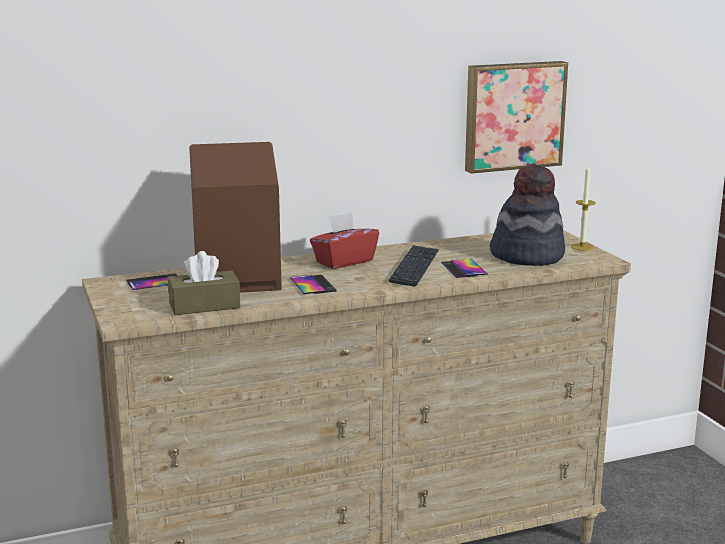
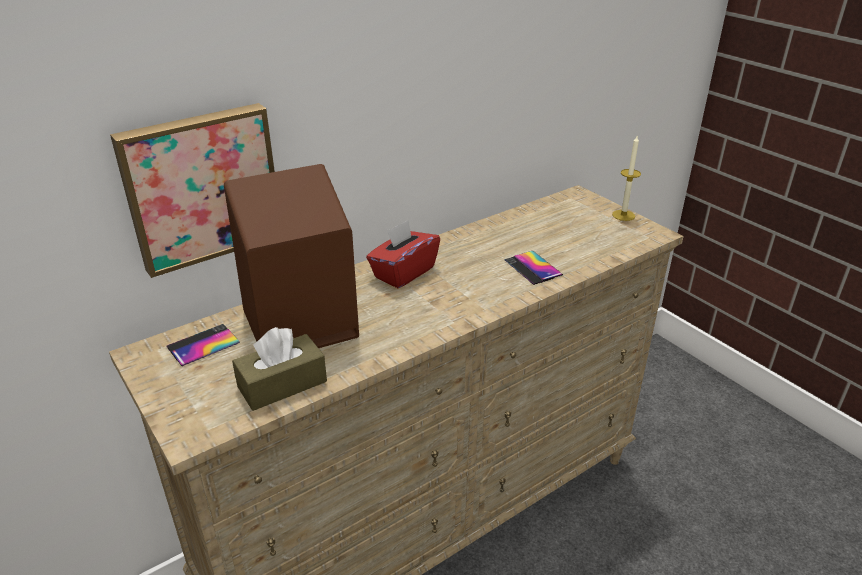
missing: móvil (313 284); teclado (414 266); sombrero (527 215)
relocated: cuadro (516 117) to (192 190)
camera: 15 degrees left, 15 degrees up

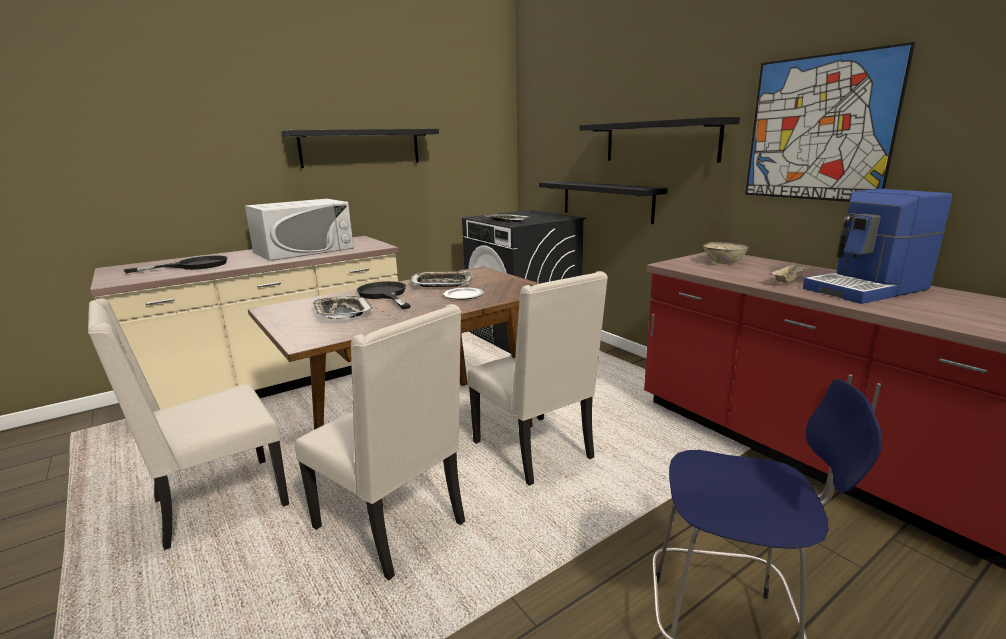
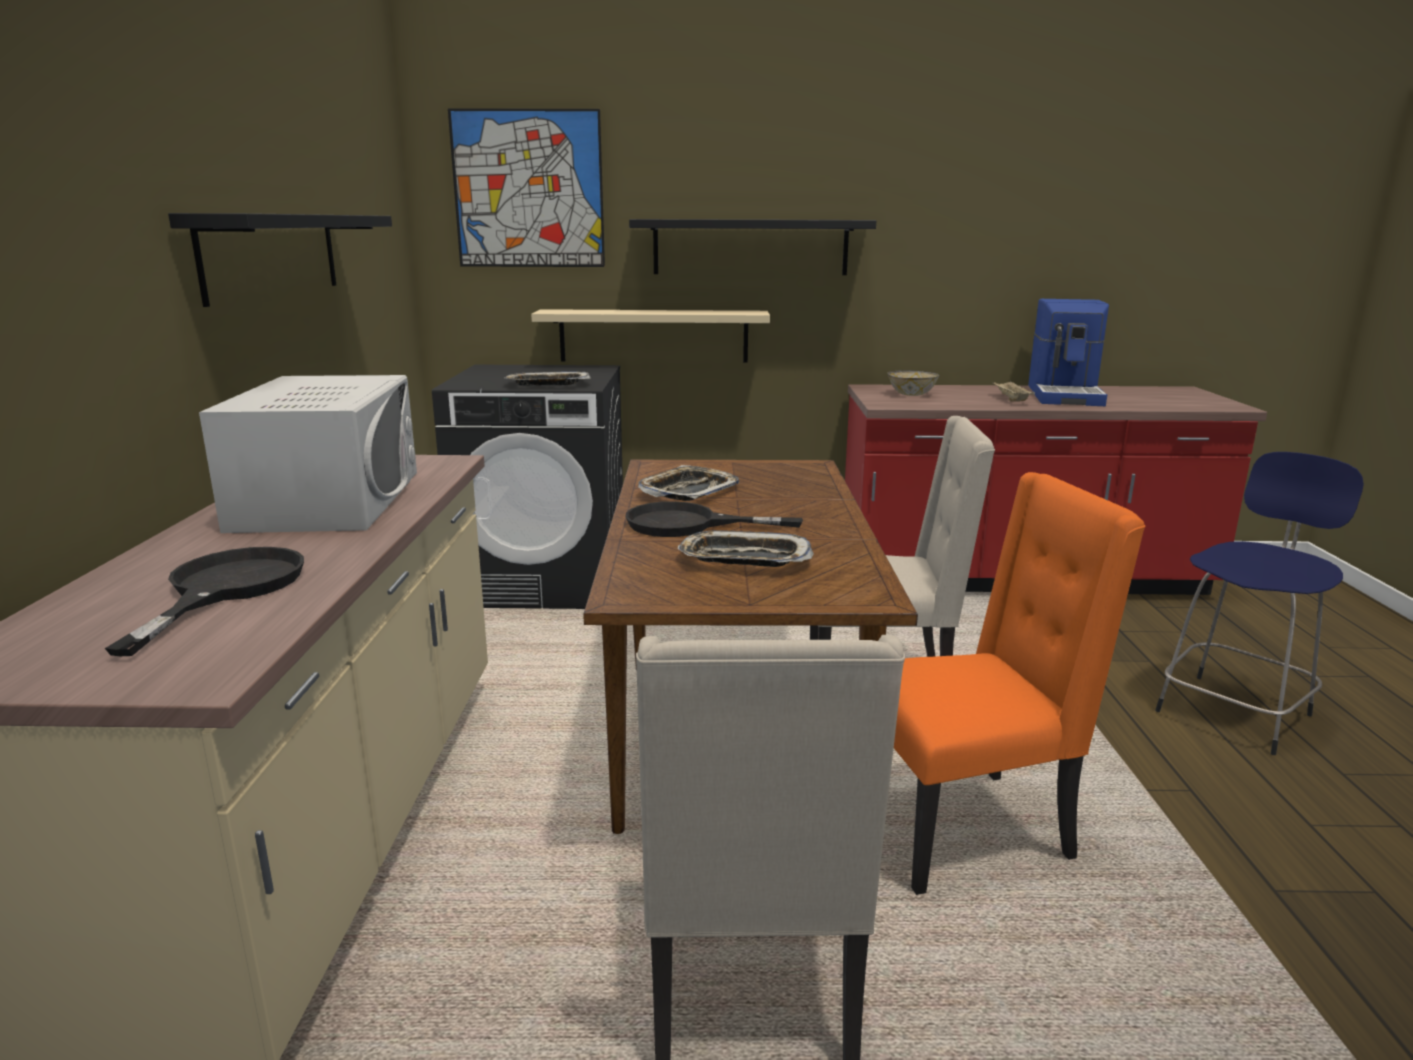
missing: plato (463 294)
relocated: cuadro (830 122) to (526 187)
colour: estante (negro) (603 202) to estante (beis) (650 336); silla (beis) (380 442) to silla (naranja) (1019 683)
camera: 55 degrees left, 0 degrees up

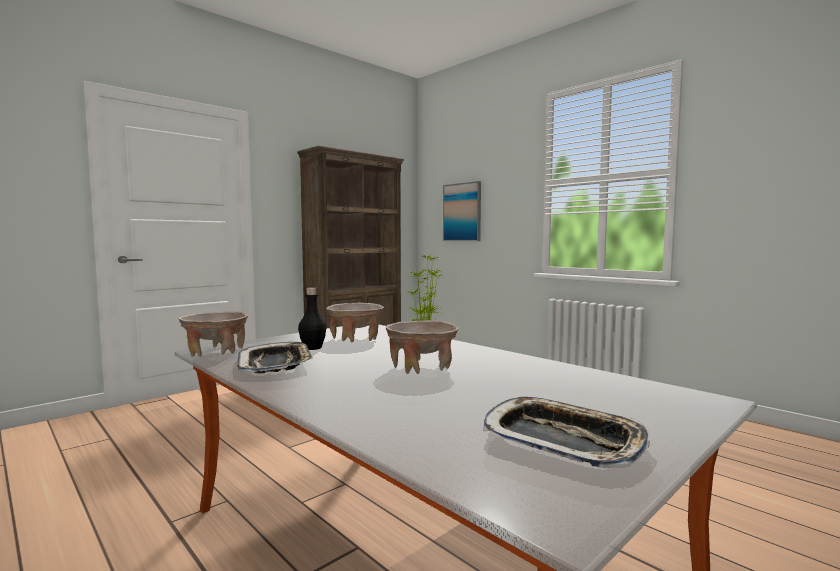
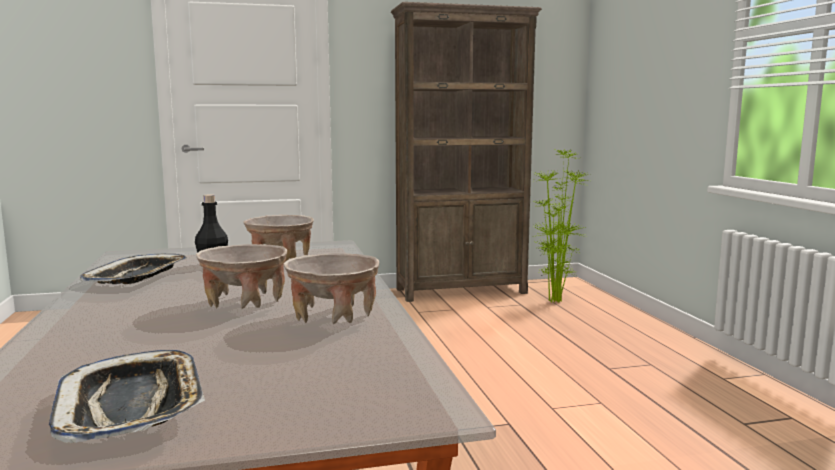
missing: cuadro (462 211)
relocated: cuenco (beis) (213 334) to (331 288)
camera: 30 degrees right, 5 degrees up

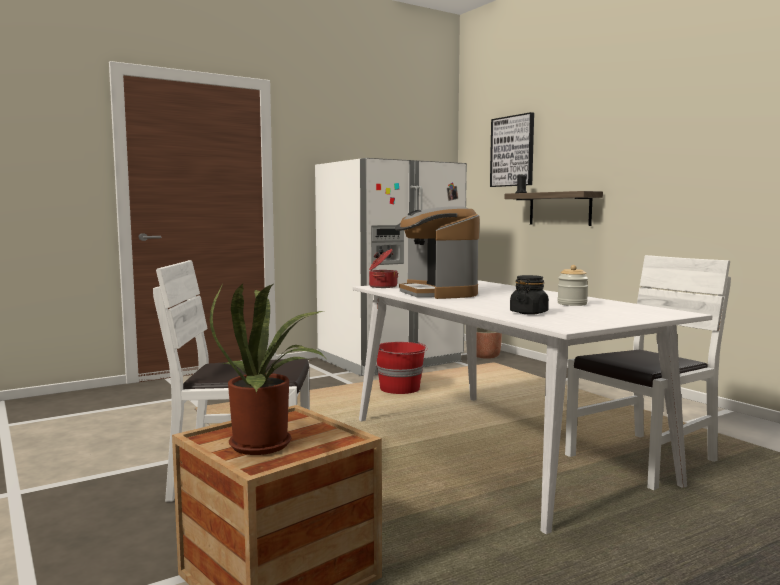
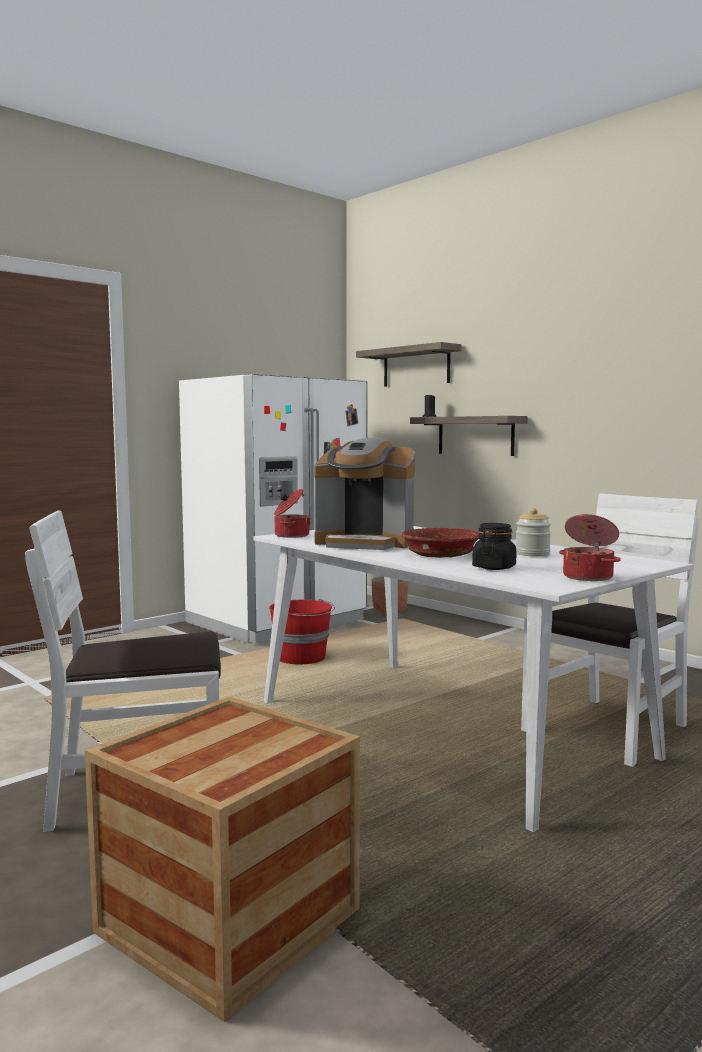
missing: planta en maceta (268 369)
appeared: cuenco (rojo) (440 543); olla (590 547)
exchanged: cuadro (512 149) to estante (408 364)
spun: cafetera (437 252) = (364 494) 45 degrees counterclockwise
camera: 10 degrees left, 0 degrees up

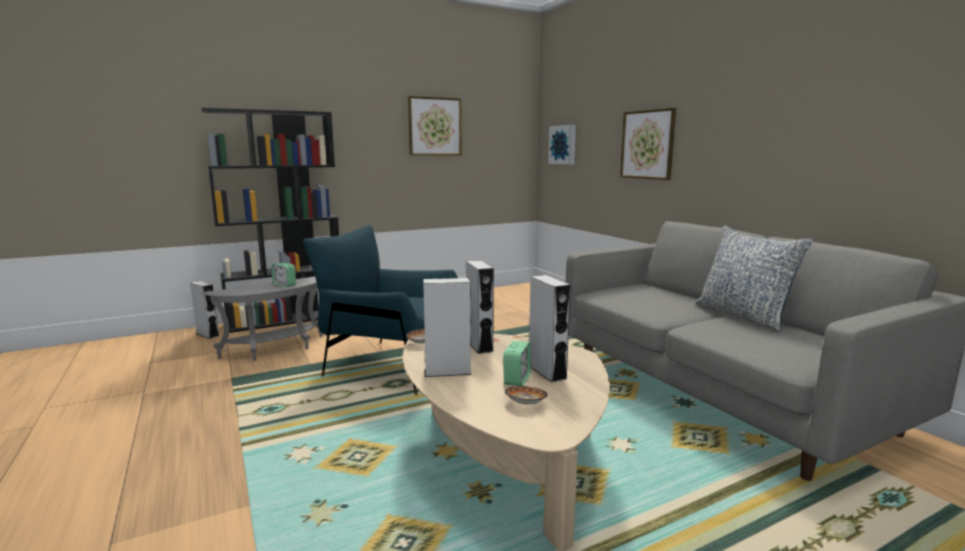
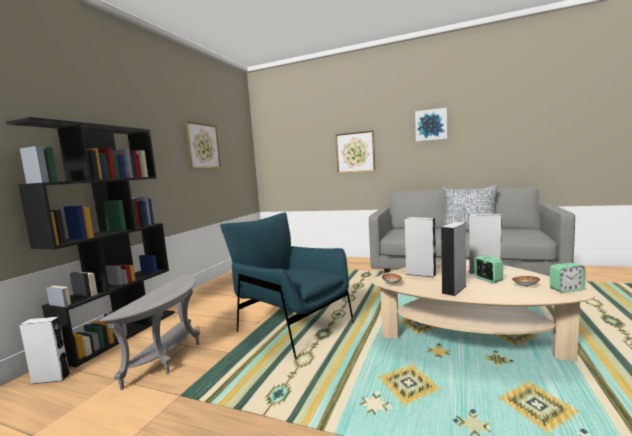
relocated: cuadro (562 145) to (431 124); despertador (283 275) to (567 278)
spun: sillón (azul) (380 310) = (287 286) 60 degrees clockwise
camera: 40 degrees left, 5 degrees down

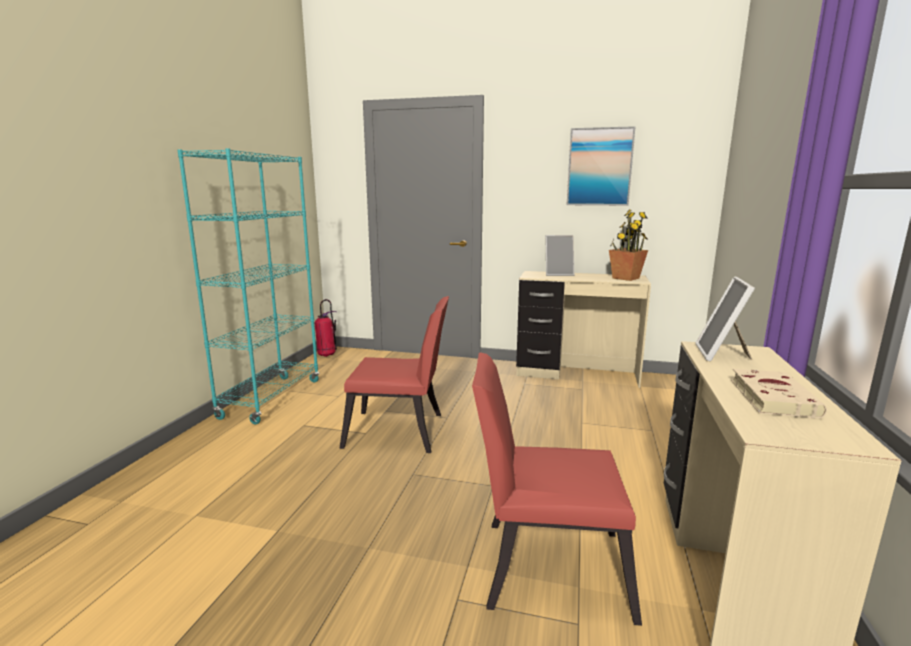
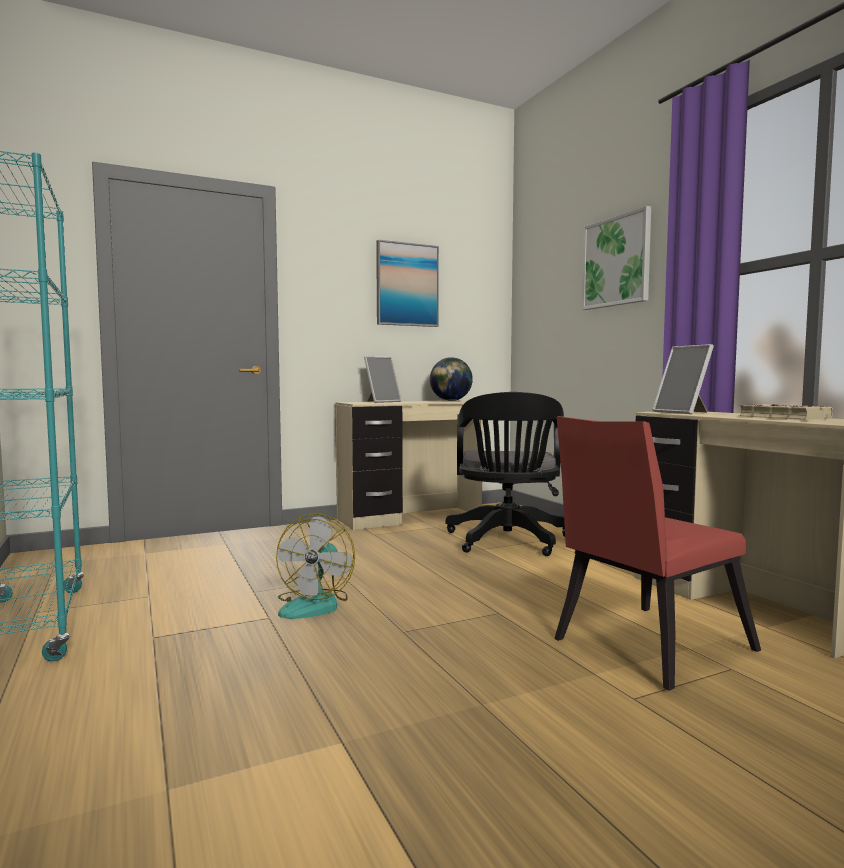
missing: extintor (326 328)
appeared: silla de oficina (negro) (505 474); cuadro (616 258)
exchanged: silla (rojo) (394 374) to ventilador (315 566); planta en maceta (628 245) to globo terráqueo (451 379)
camera: 40 degrees left, 10 degrees down

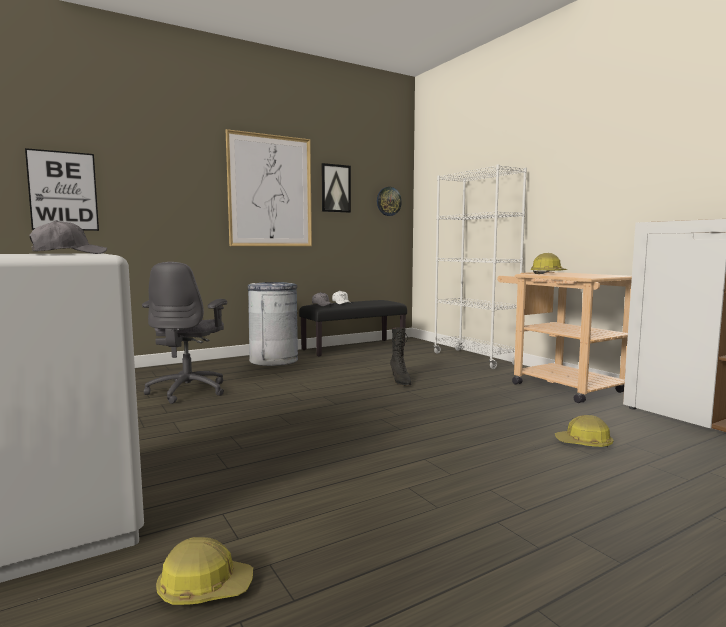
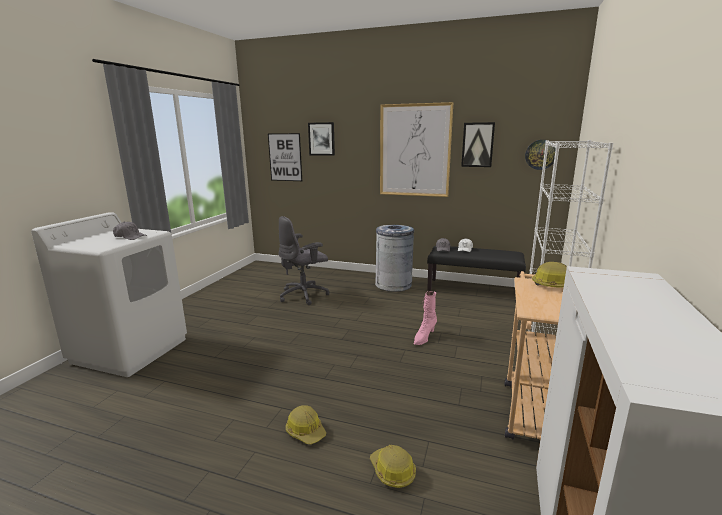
appeared: cuadro (321 139)
relocated: casco (204 571) to (306 424)
colour: bota (negro) (401 356) to bota (rosa) (425 318)
camera: 50 degrees right, 10 degrees up

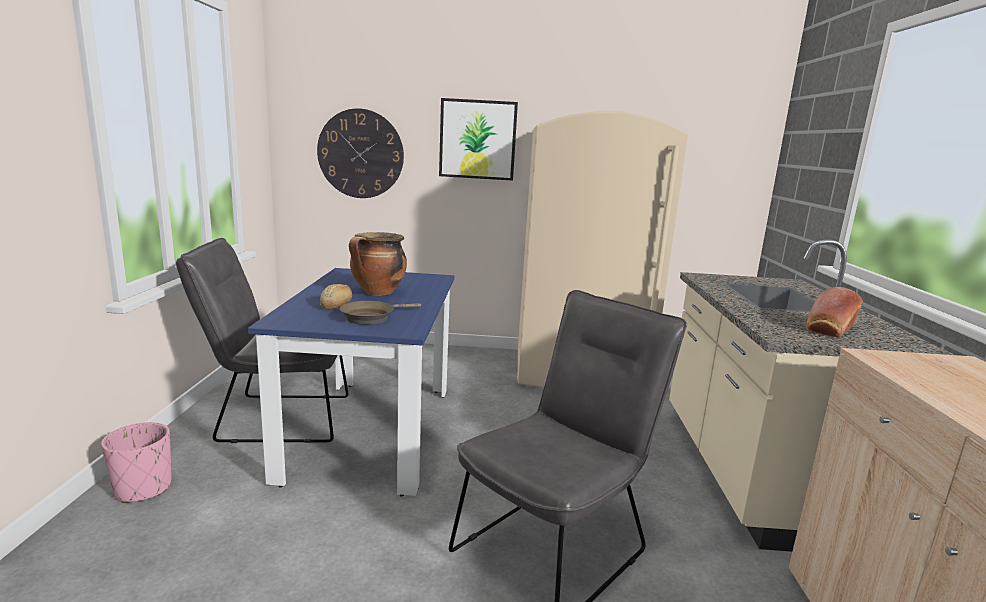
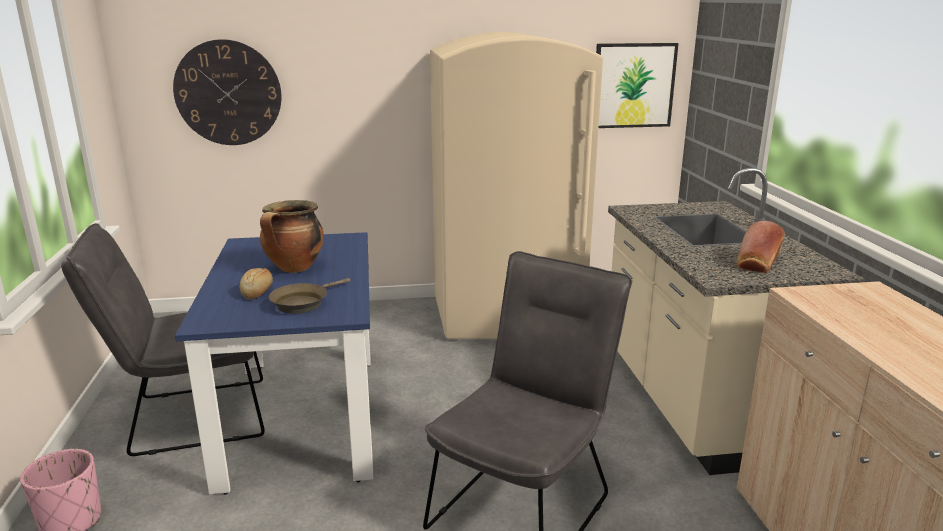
relocated: cuadro (478 139) to (637 85)
camera: 10 degrees left, 5 degrees up

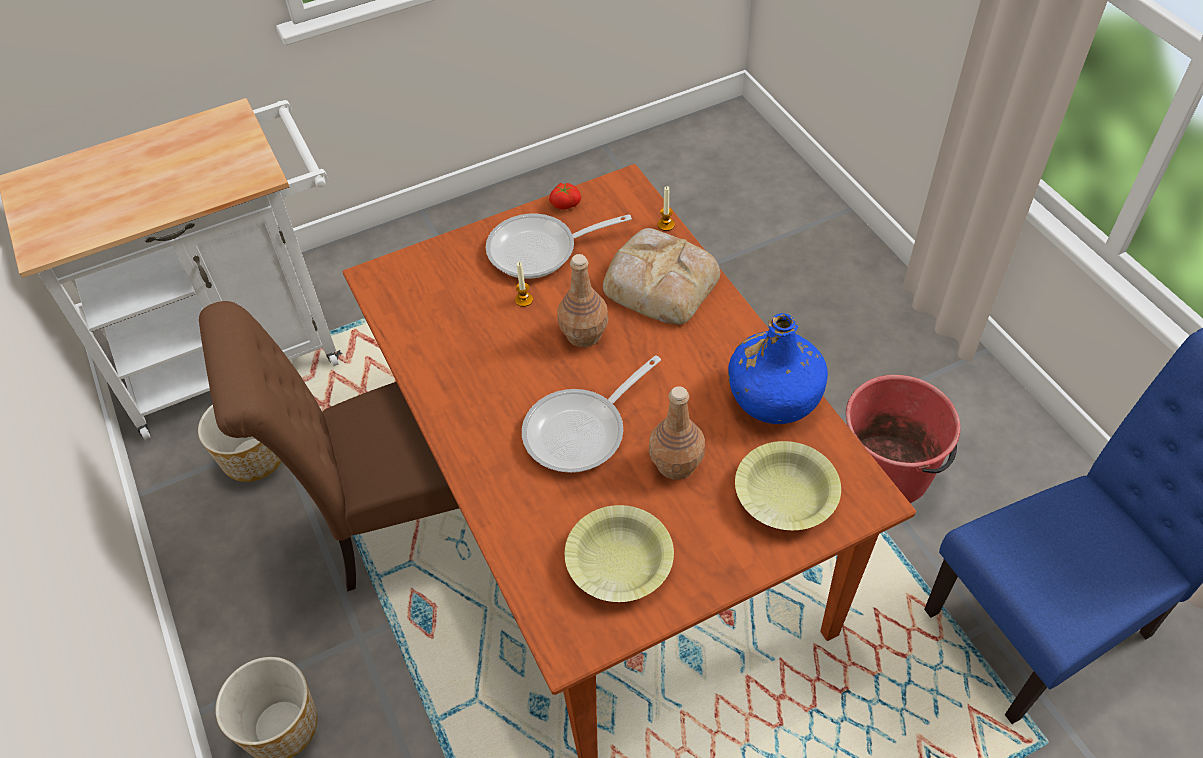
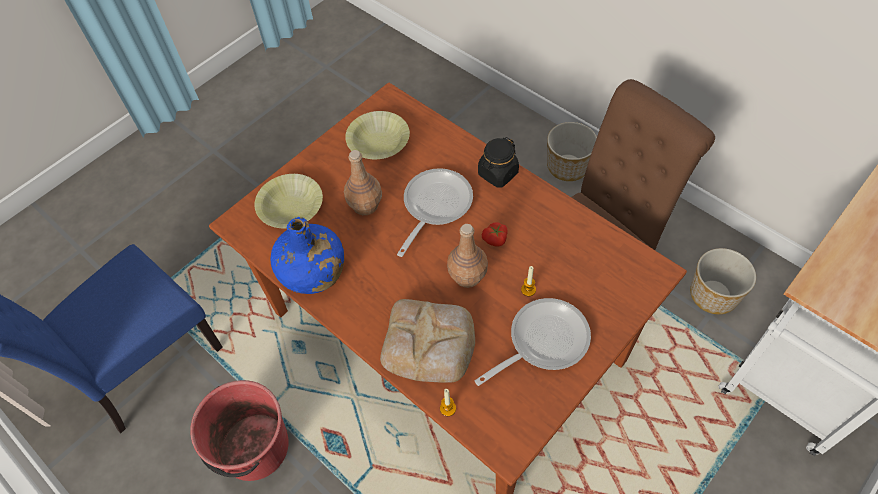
appeared: tarro (negro) (498 162)
relocated: tomate (565 196) to (495 234)
camera: 160 degrees right, 5 degrees up

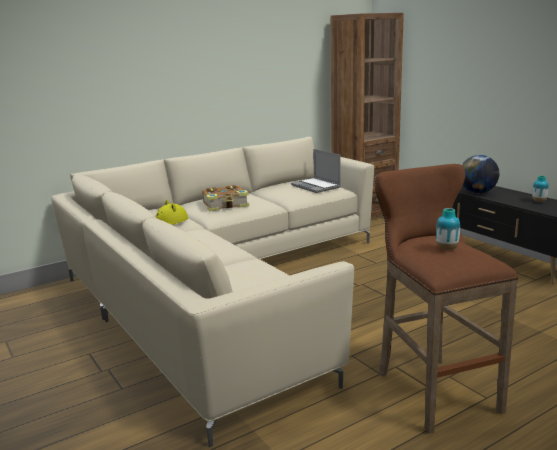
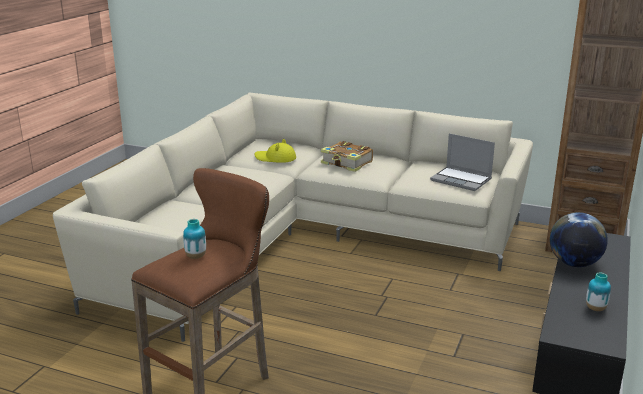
spun: portátil (316 171) = (462 162) 75 degrees counterclockwise
camera: 55 degrees right, 5 degrees up

